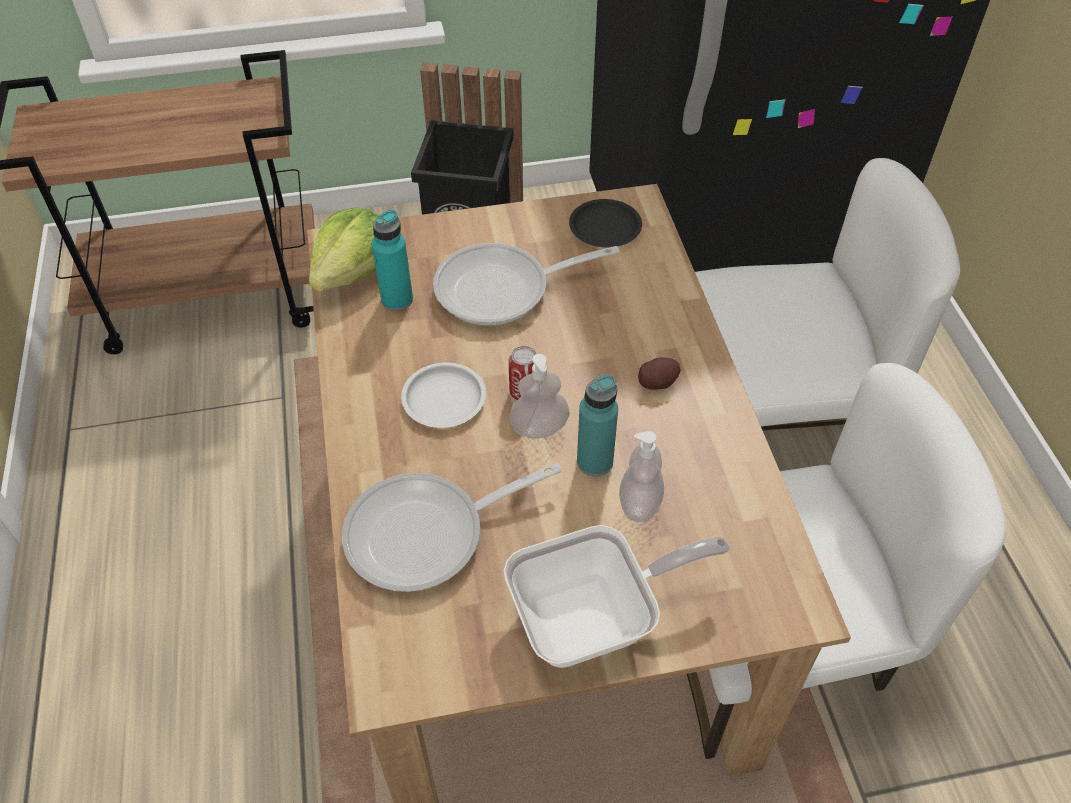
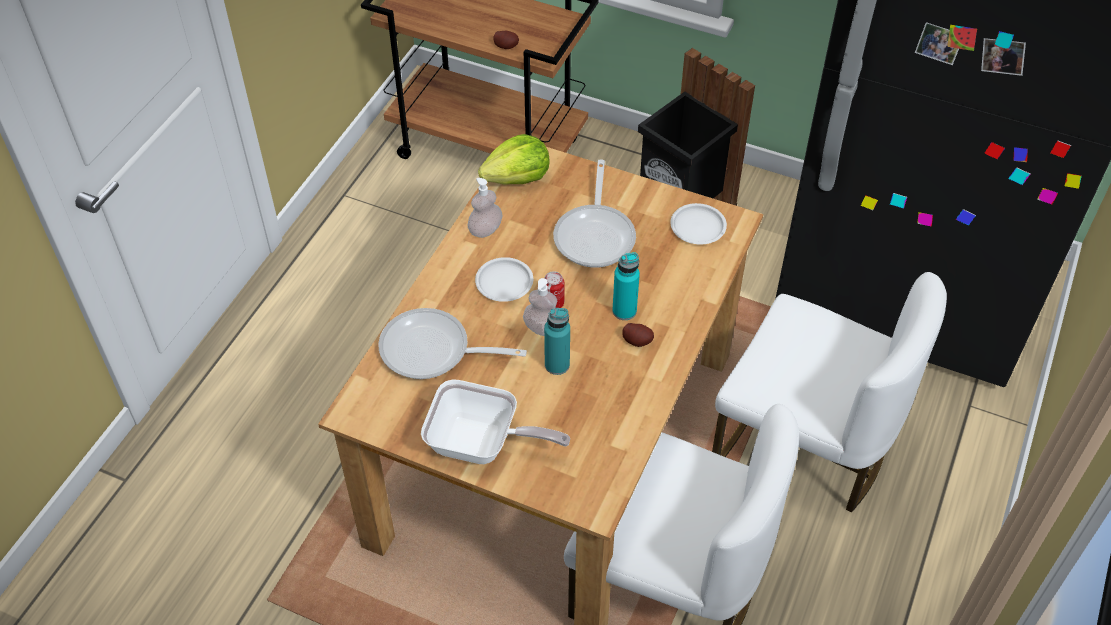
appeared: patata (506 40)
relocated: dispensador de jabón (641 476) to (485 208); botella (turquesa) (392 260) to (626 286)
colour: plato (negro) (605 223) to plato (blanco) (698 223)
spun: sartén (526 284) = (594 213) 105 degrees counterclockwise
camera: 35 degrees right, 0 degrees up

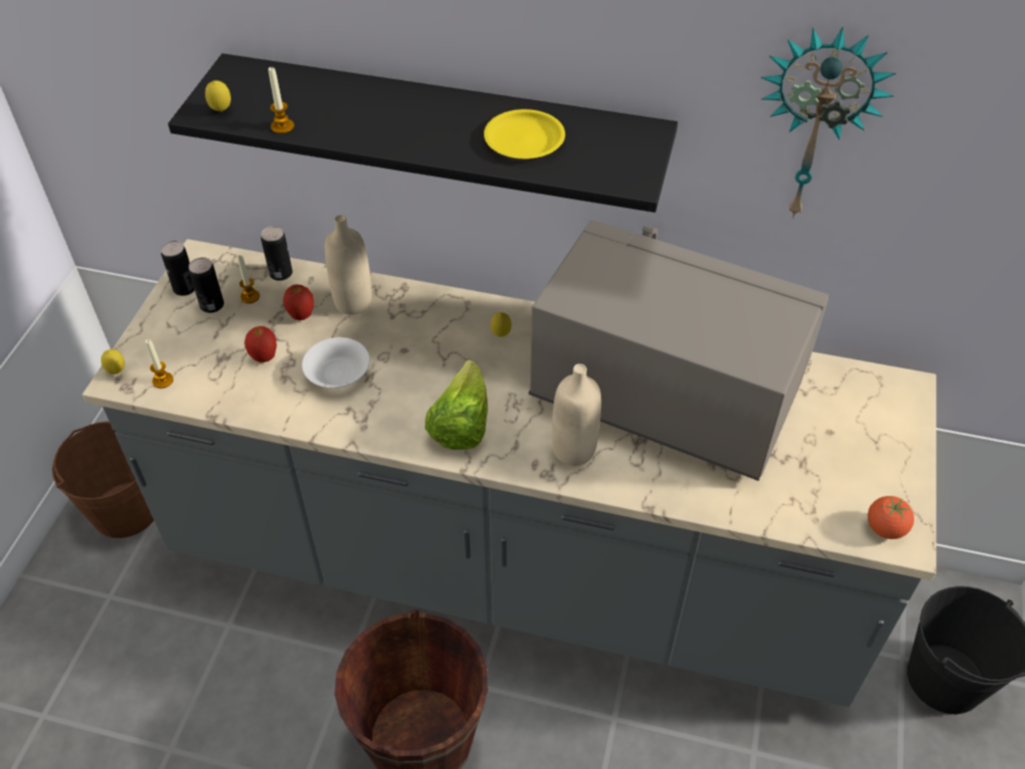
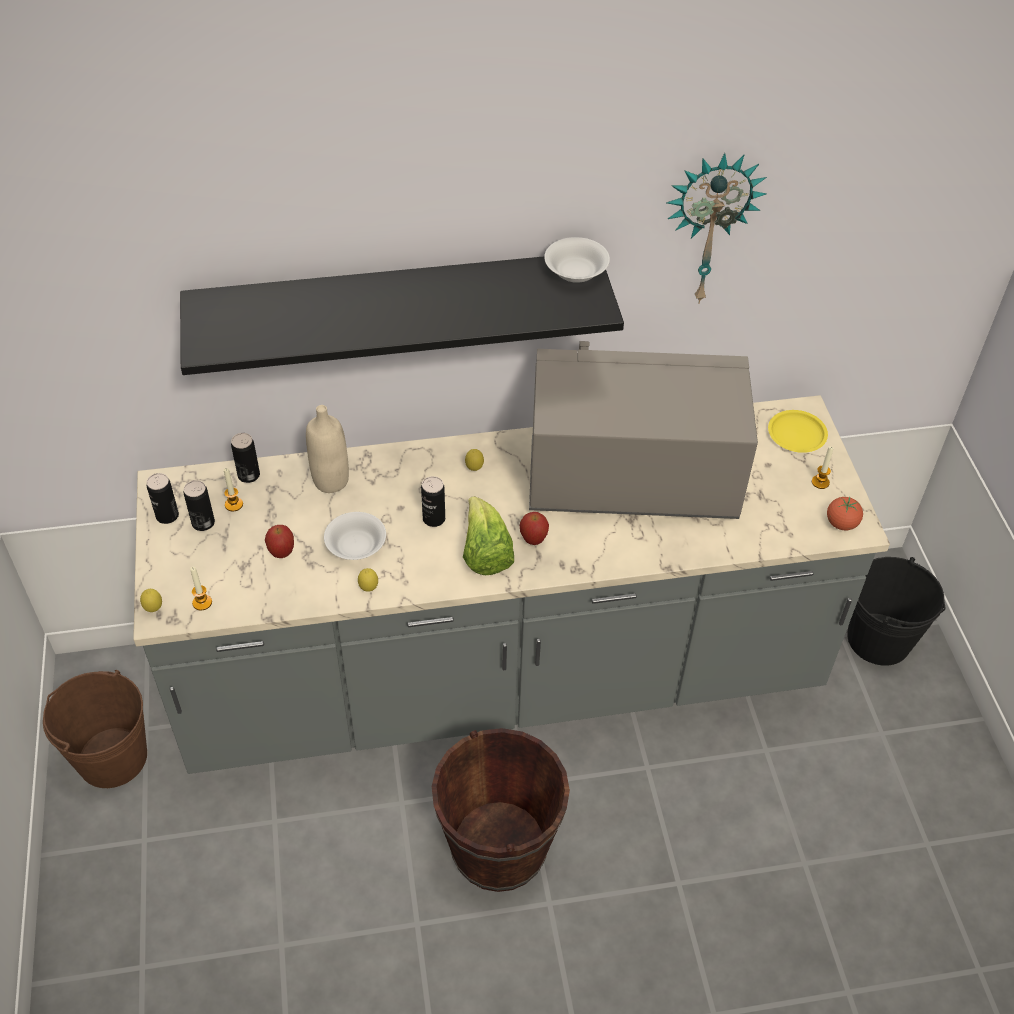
missing: botella (beis) (576 415)
appeared: lata (433 501); cuenco (blanco) (577 260)
relocated: limón (218 96) to (368 580); manzana (298 302) to (534 528); plato (amarillo) (524 134) to (798 431); vela (281 100) to (822 467)
camera: 25 degrees left, 0 degrees up

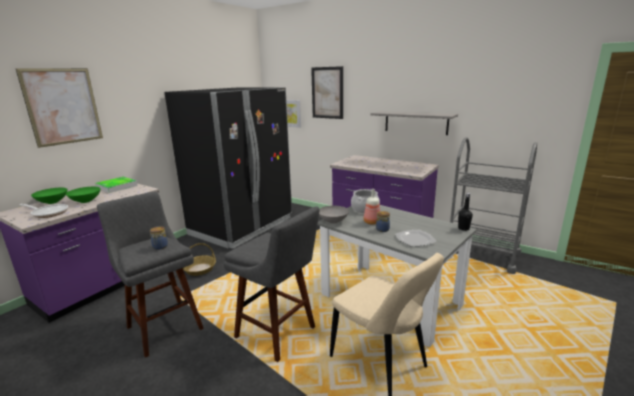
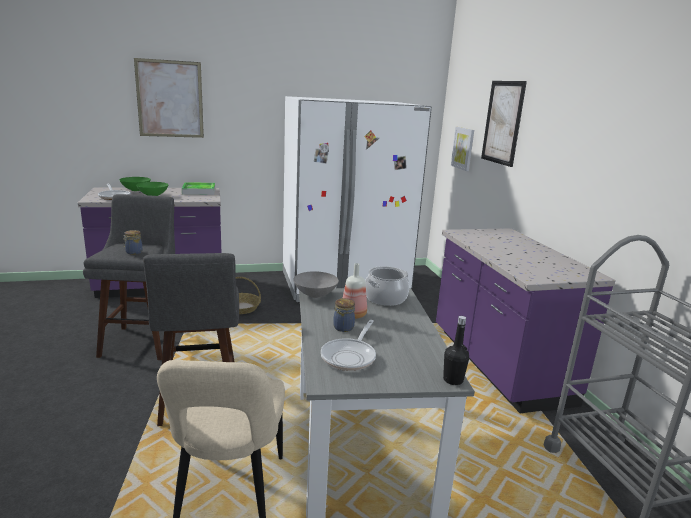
missing: estante (gris) (414 123)
exchanged: plato (415 238) to sartén (348 345)
colour: nevera (negro) (228 168) to nevera (blanco) (357 199)
camera: 40 degrees right, 0 degrees up

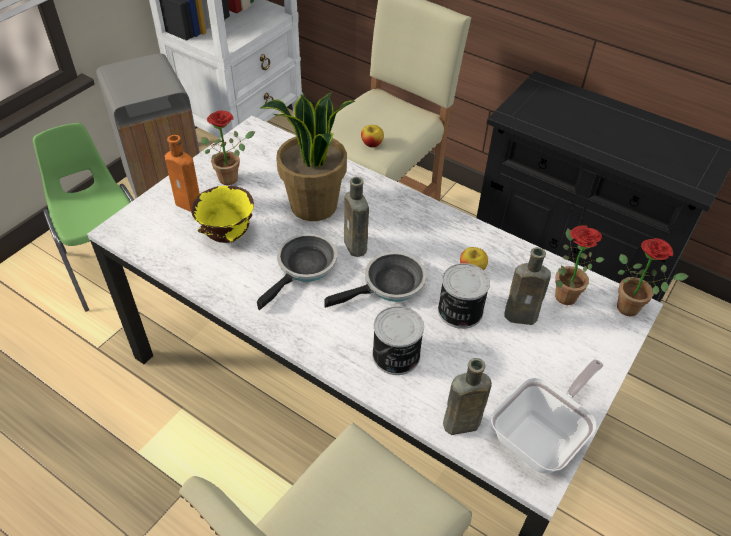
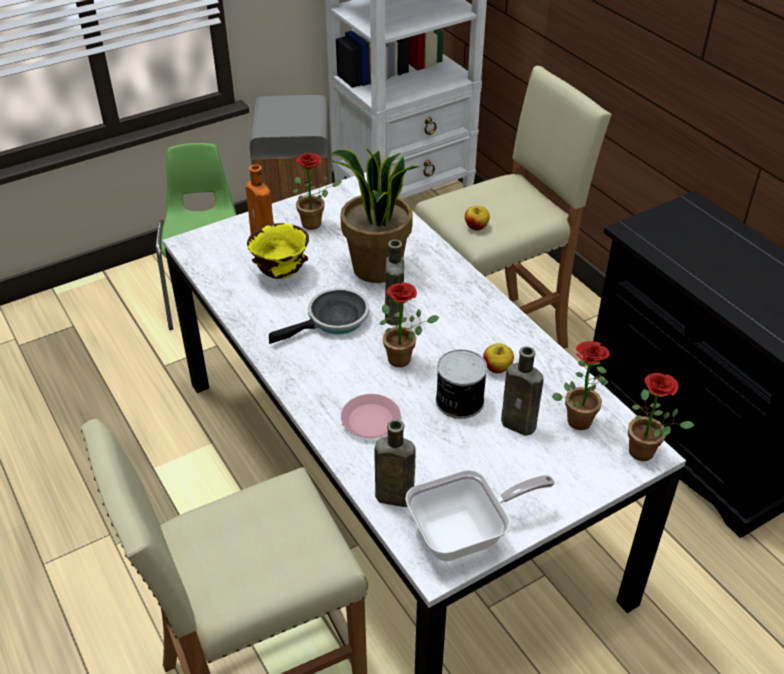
exchanged: lata (398 340) to plato (rosa) (371 416); sartén (375 280) to planta en maceta (410 324)
camera: 25 degrees right, 5 degrees down

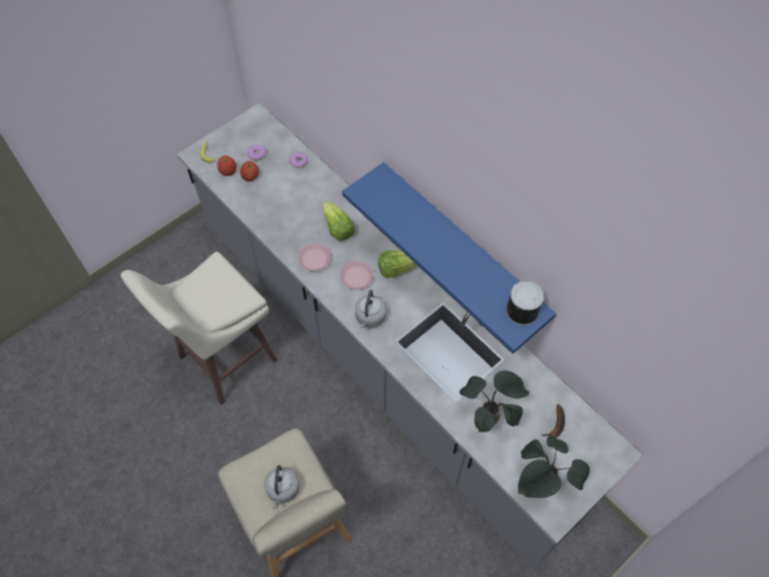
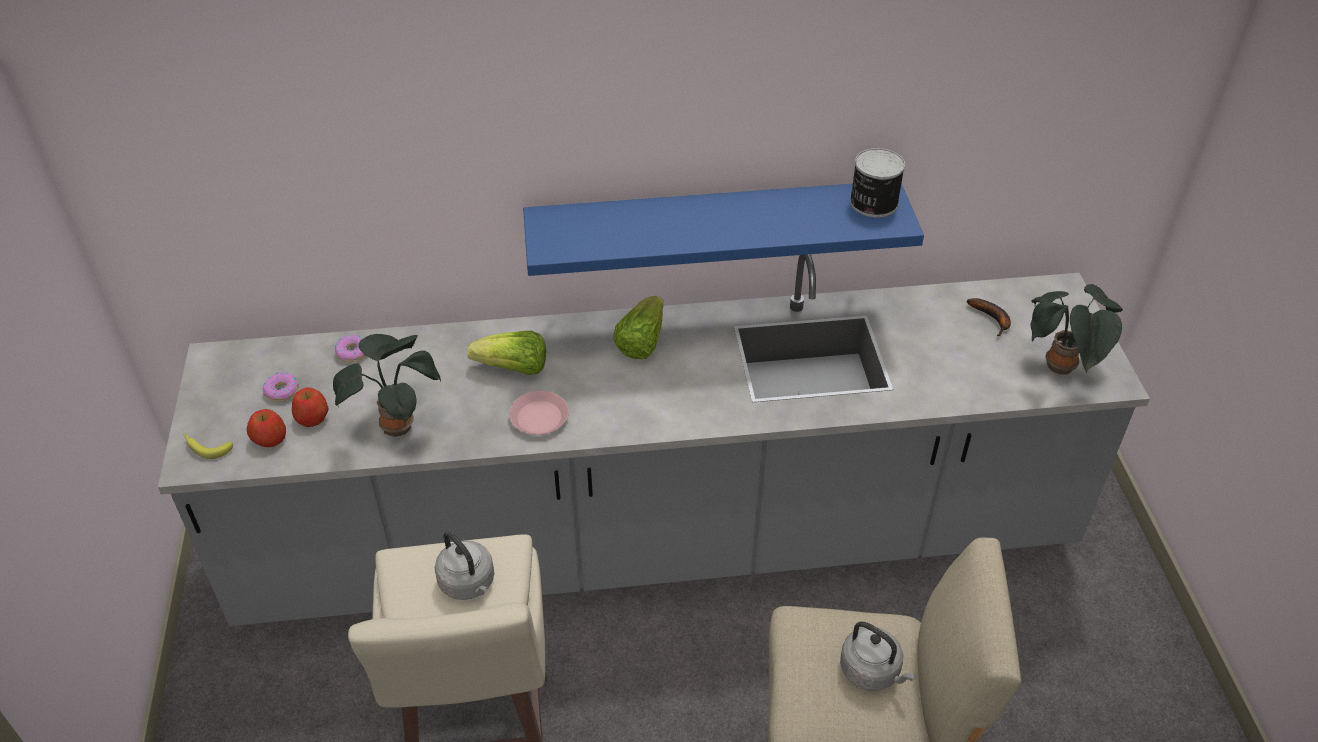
missing: plato (rosa) (357 275)
relocated: planta en maceta (494 401) to (387 385); hervidor (gris) (370 309) to (464 565)
camera: 55 degrees left, 15 degrees down

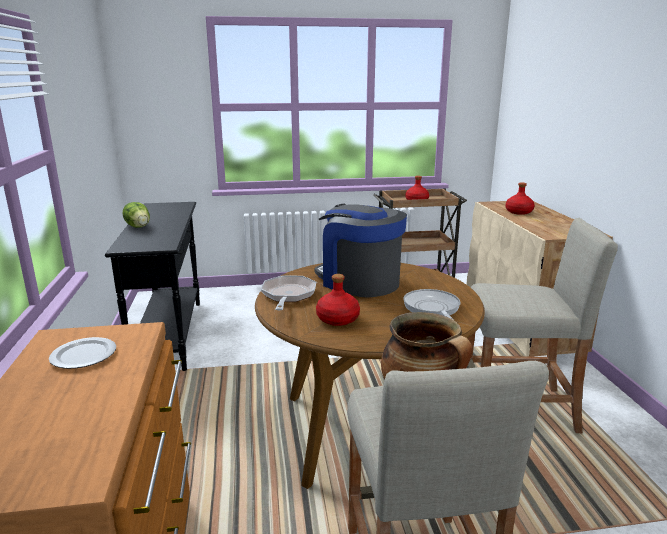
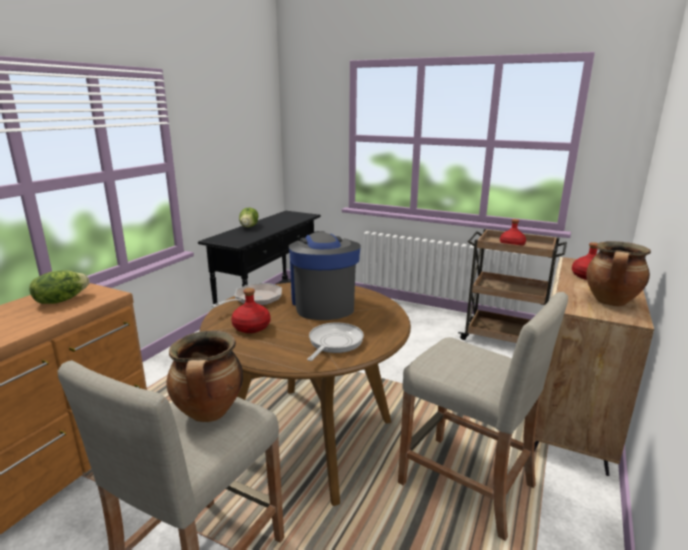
appeared: olla (618 273)
exchanged: plato (82 353) to lechuga (59 287)
camera: 35 degrees right, 0 degrees up

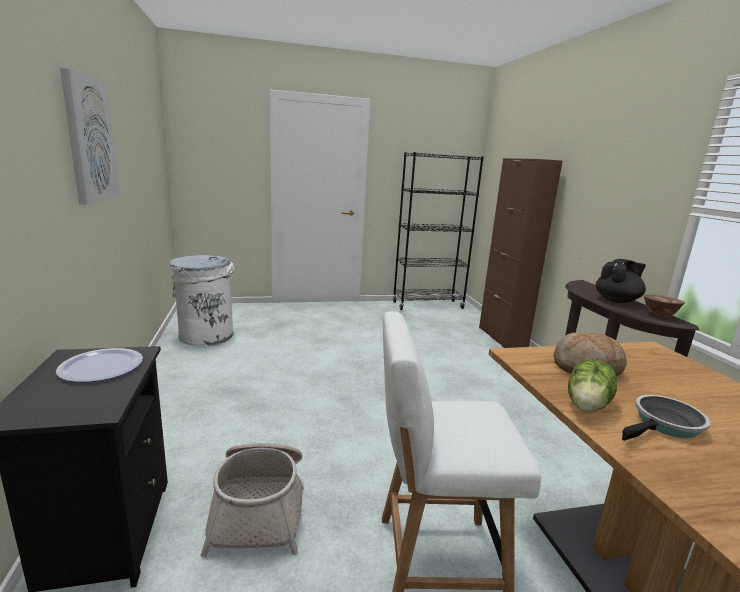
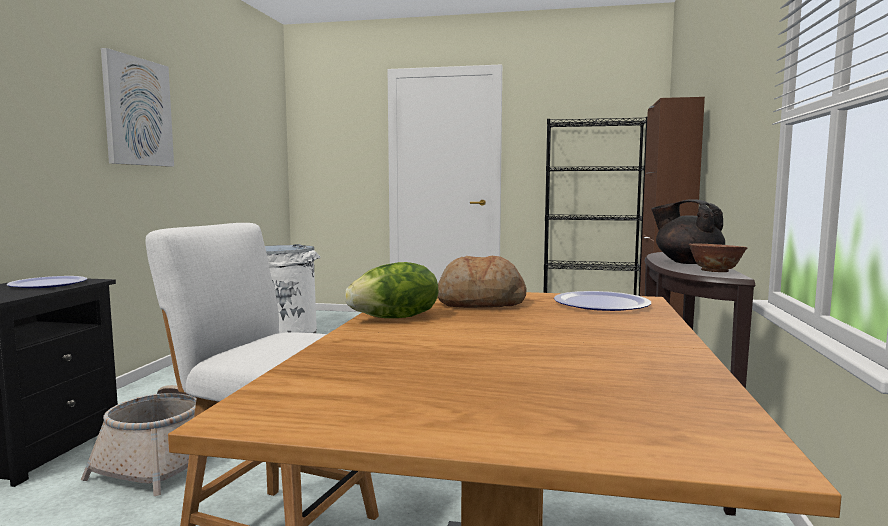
missing: sartén (666 418)
appeared: plato (602 301)
spun: tetera (negro) (620 281) = (688 231) 135 degrees counterclockwise
camera: 25 degrees right, 10 degrees down

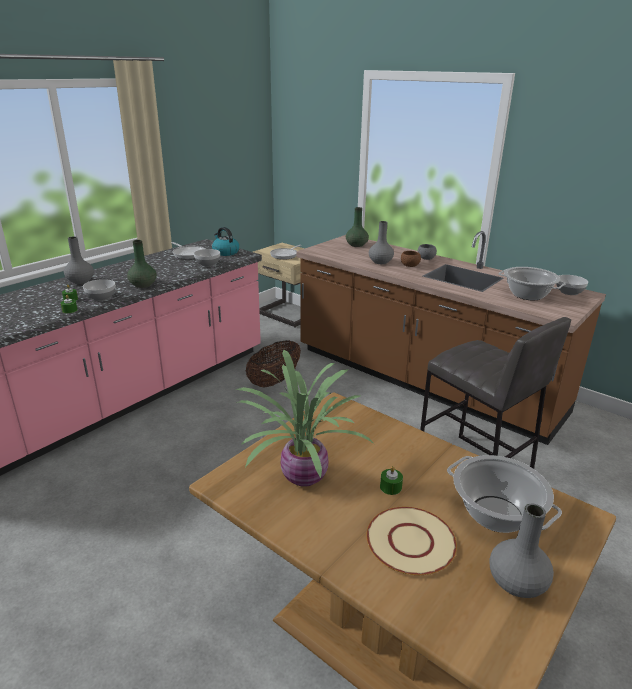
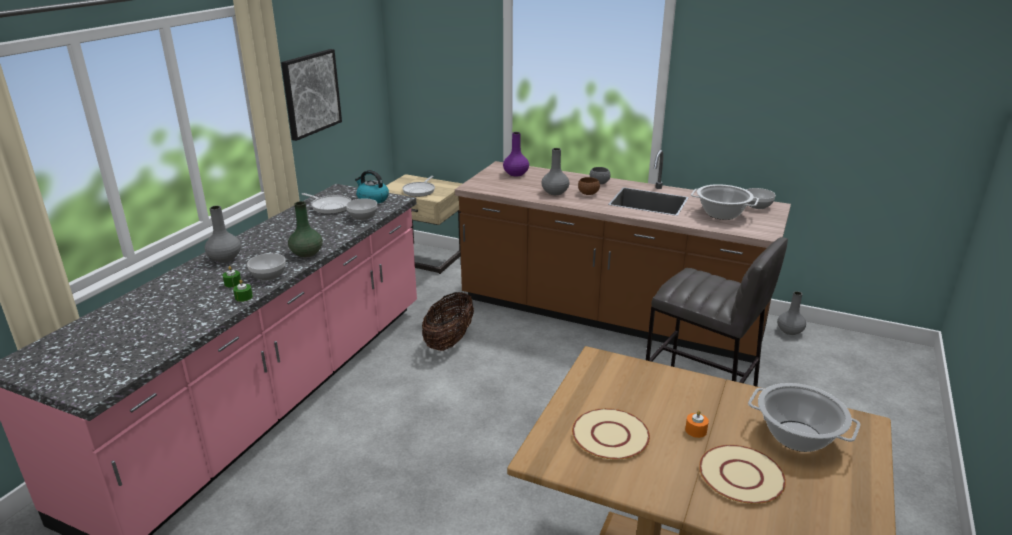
appeared: cuadro (311 95)
relocated: florero (gris) (522 551) to (791 313)
exchanged: planta en maceta (304 418) to plato (beis) (611 434)
colour: florero (verde) (357 227) to florero (morado) (516 154); vela (verde) (391 480) to vela (naranja) (697 424)
camera: 15 degrees left, 0 degrees up

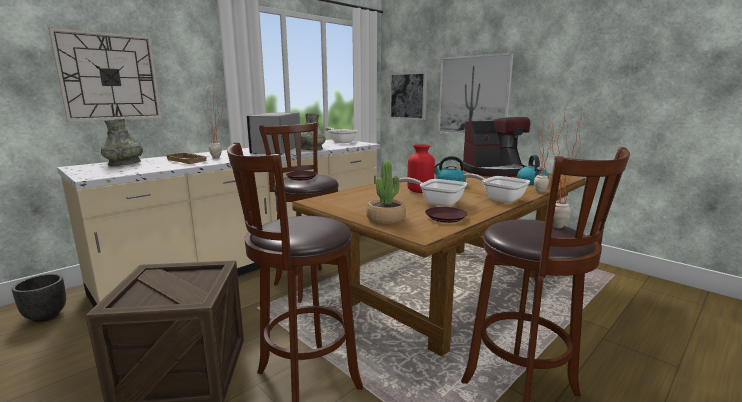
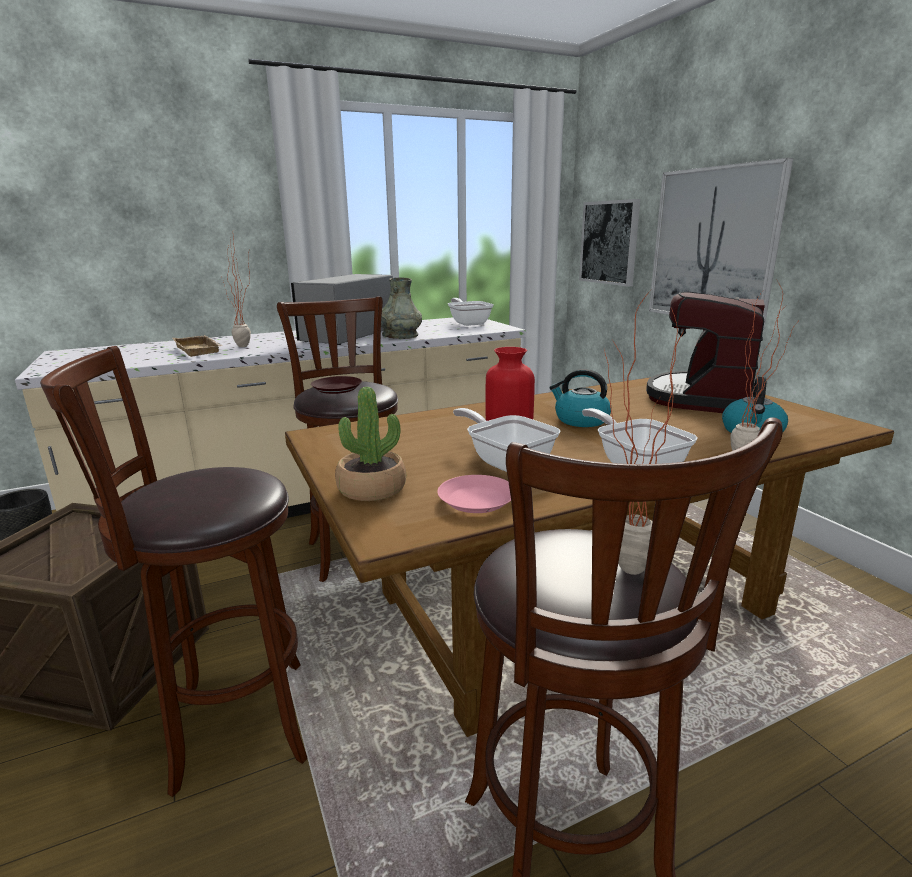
missing: reloj de pared (105 74); florero (gris) (122 142)
colour: plato (marrón) (446 215) to plato (rosa) (474 494)
spun: cafetera (495 147) = (705 352) 105 degrees clockwise
camera: 20 degrees right, 5 degrees up

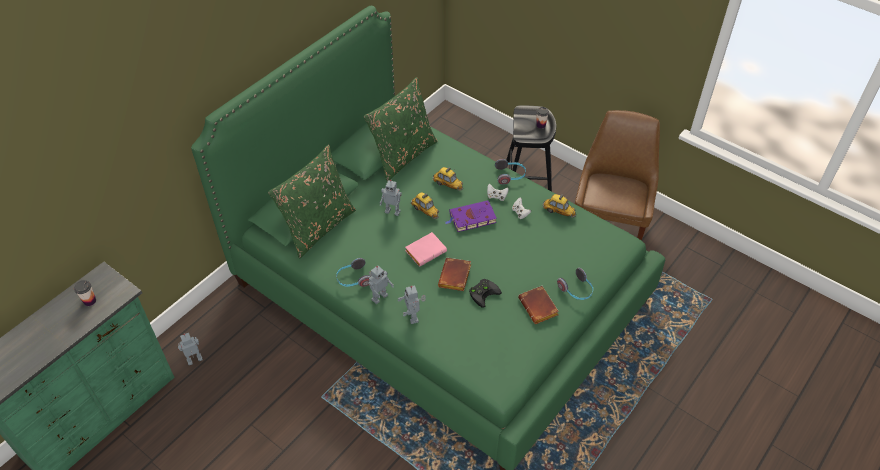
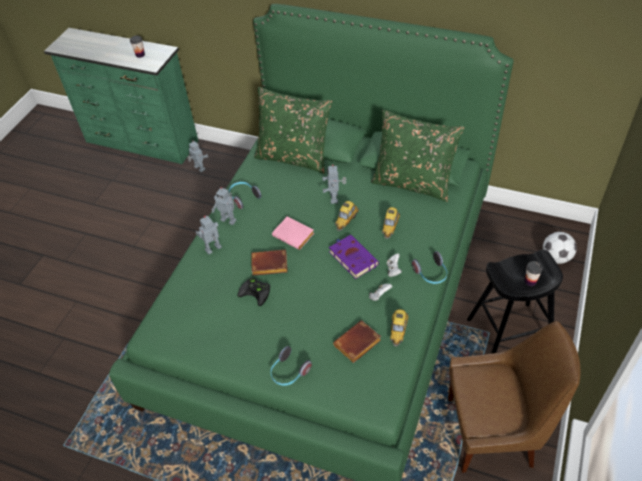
appeared: balón de fútbol (560 248)
relocated: libro (marrón) (538 305) to (357 341)
camera: 75 degrees right, 0 degrees up

